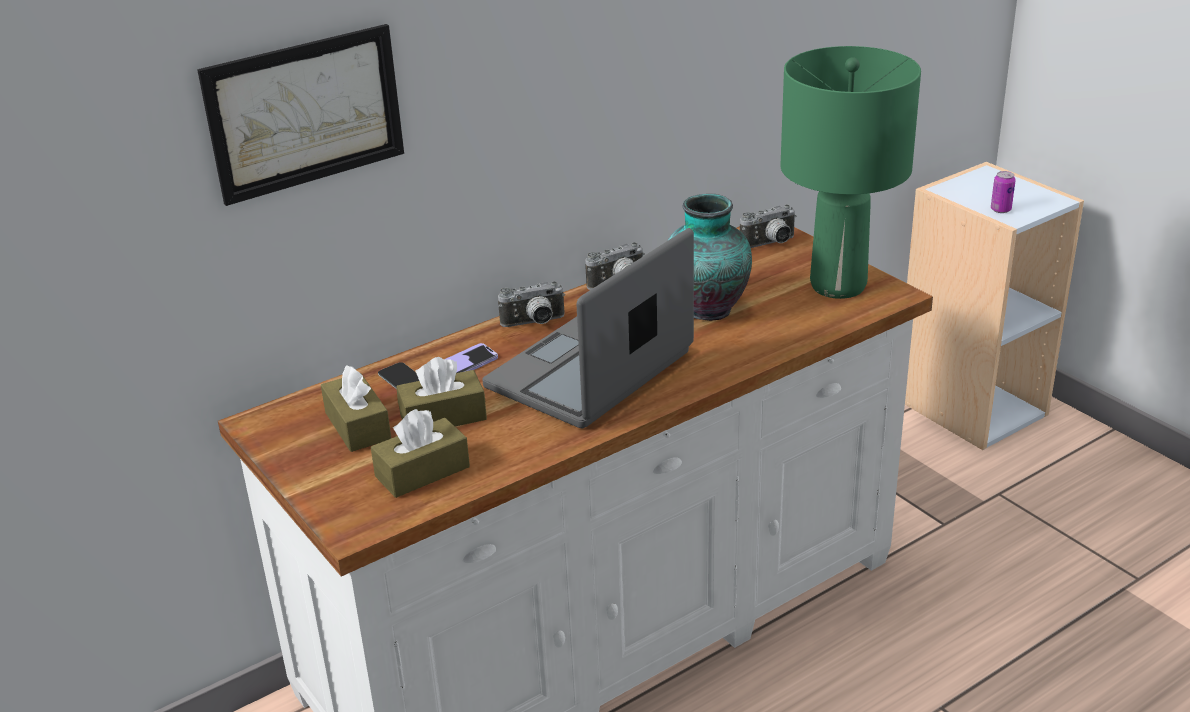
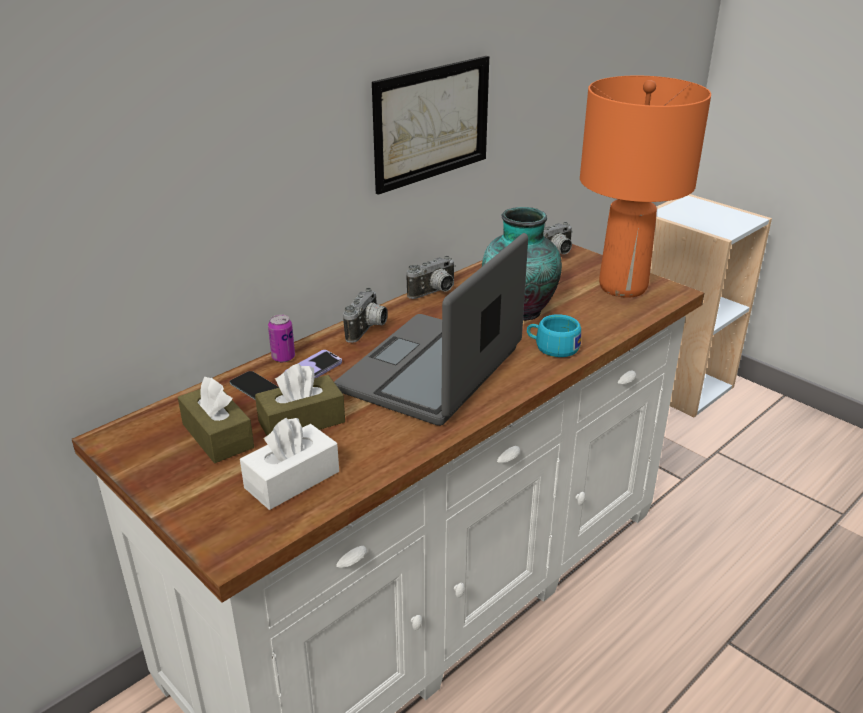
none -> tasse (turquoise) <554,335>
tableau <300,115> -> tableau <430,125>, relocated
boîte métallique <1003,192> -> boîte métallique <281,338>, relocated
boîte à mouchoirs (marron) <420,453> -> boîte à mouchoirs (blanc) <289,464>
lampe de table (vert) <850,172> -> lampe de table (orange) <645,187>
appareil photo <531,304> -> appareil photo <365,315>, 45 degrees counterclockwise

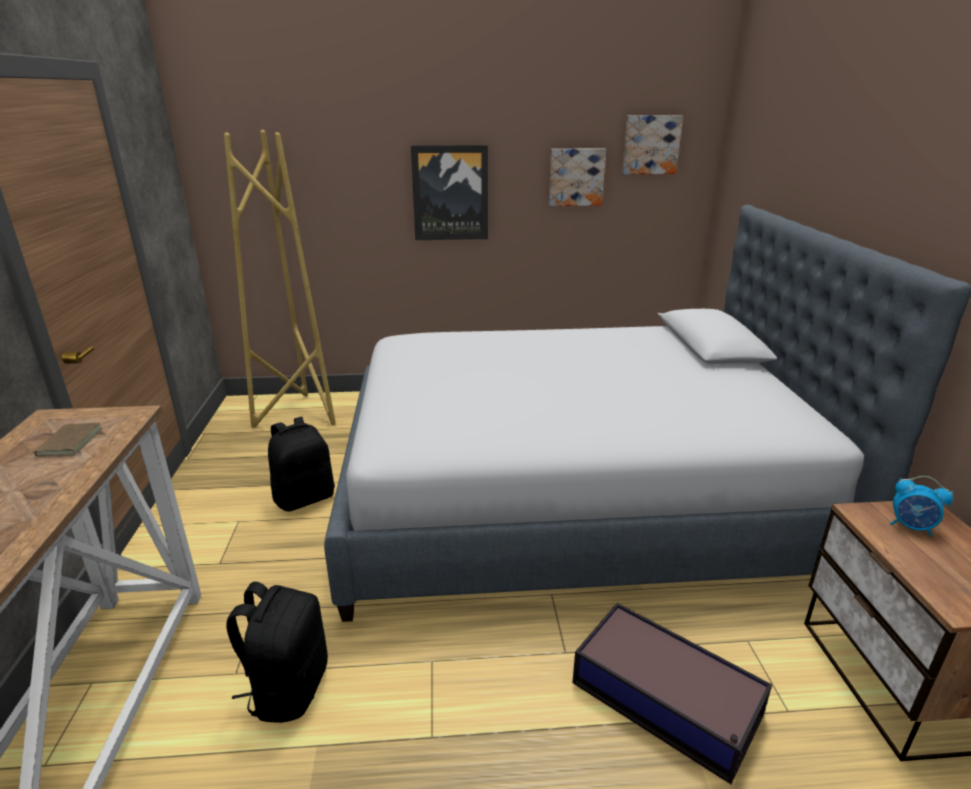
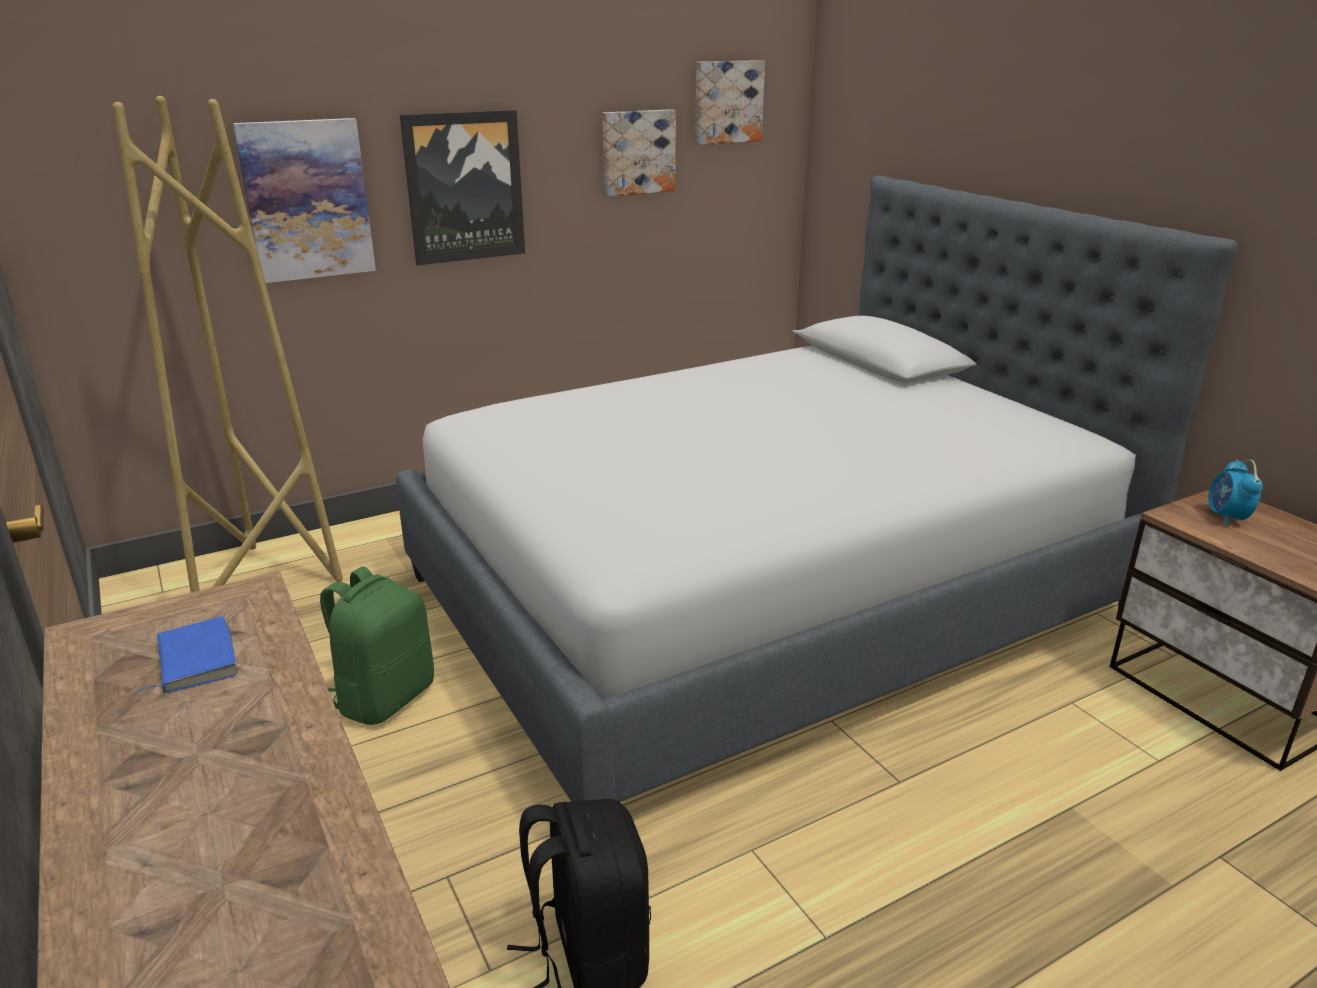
boîte de rangement <672,693> -> none
none -> tableau <304,200>
livre (marron) <62,440> -> livre (bleu) <187,655>
sac à dos (noir) <301,464> -> sac à dos (vert) <377,645>
réveil <921,506> -> réveil <1235,492>, 90 degrees clockwise

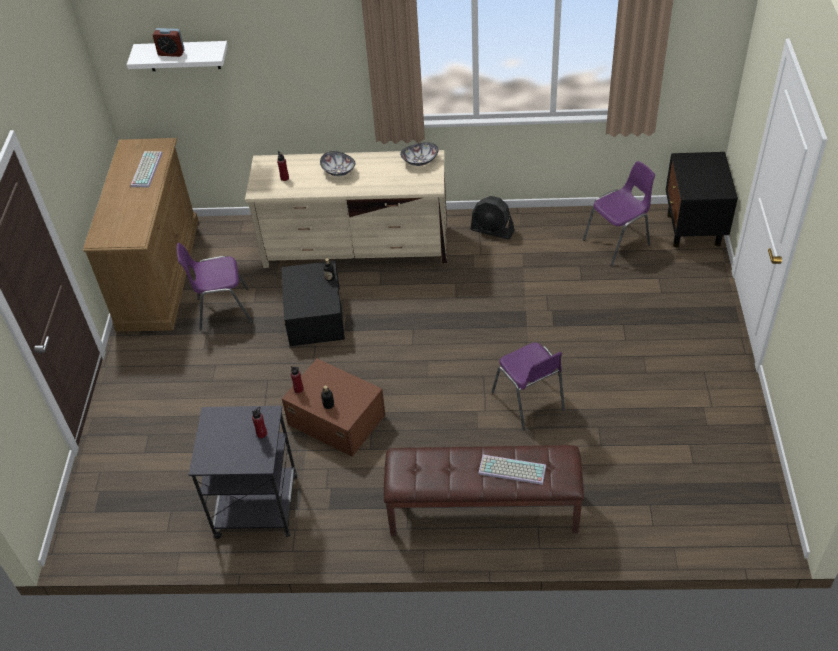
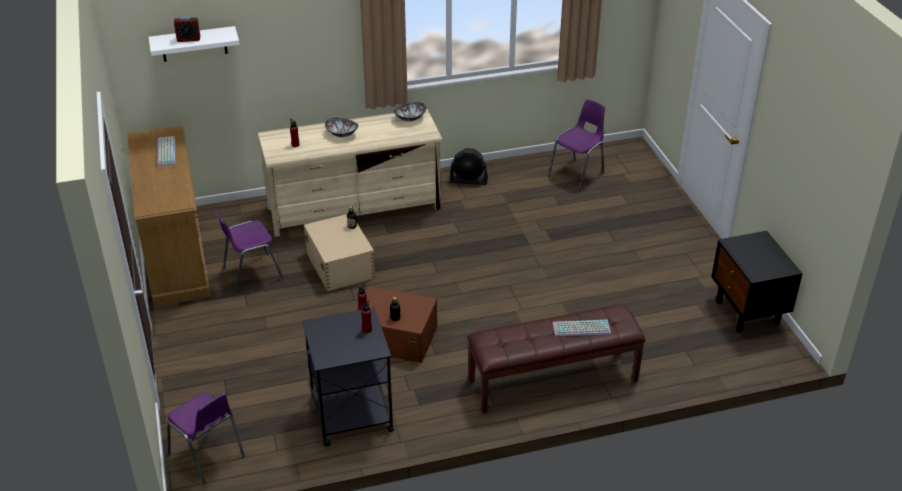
chaise (violet) <528,386> -> chaise (violet) <206,438>, relocated
table de chevet (noir) <702,199> -> table de chevet (noir) <757,282>, relocated
boîte de rangement (noir) <313,303> -> boîte de rangement (beige) <339,252>

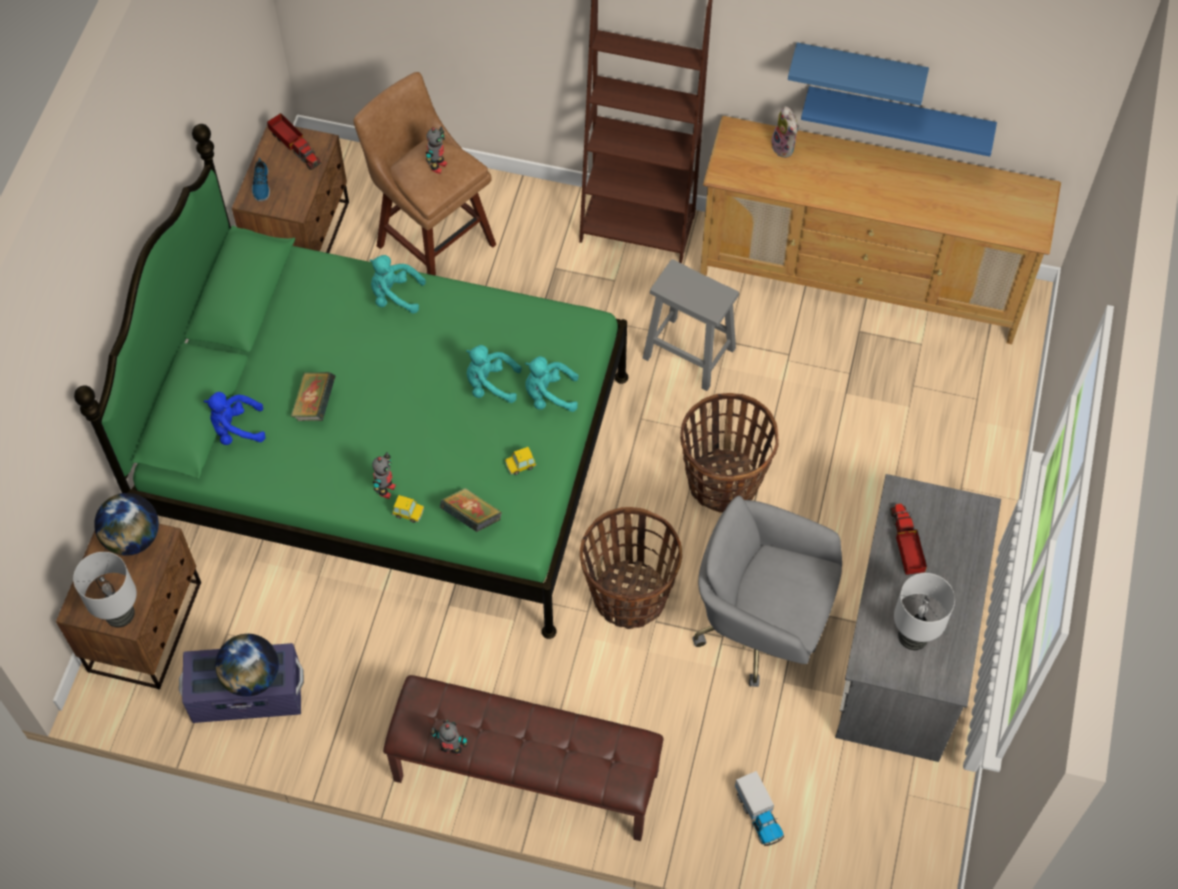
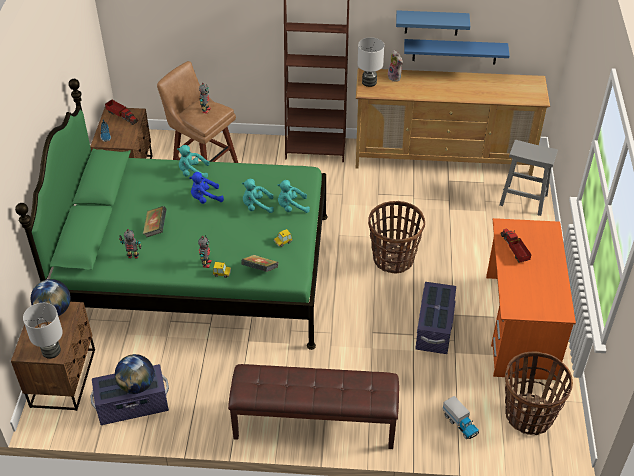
peluche (bleu) <235,418> -> peluche (bleu) <206,188>, relocated
robot jouet <449,737> -> robot jouet <130,243>, relocated
panier <631,568> -> panier <539,393>, relocated
tabouret (gris) <691,325> -> tabouret (gris) <529,178>, relocated
lampe de table (gris) <924,611> -> lampe de table (gris) <371,62>, relocated
chaise de bureau (gris) <767,591> -> boîte de rangement (violet) <435,318>
bureau (gris) <918,618> -> bureau (orange) <531,299>

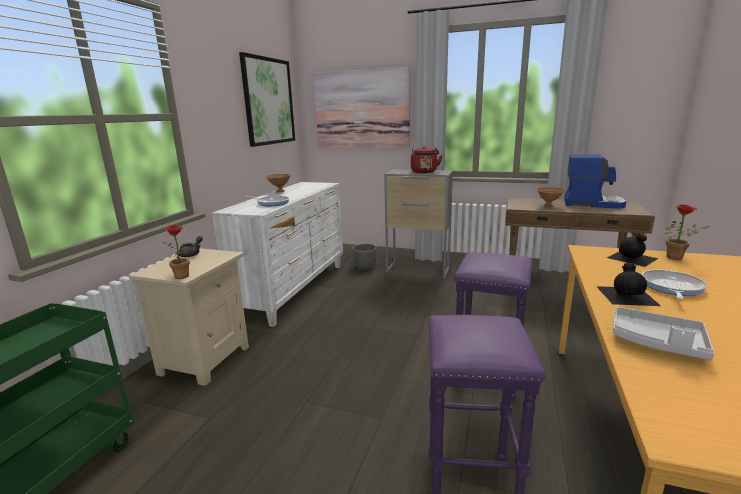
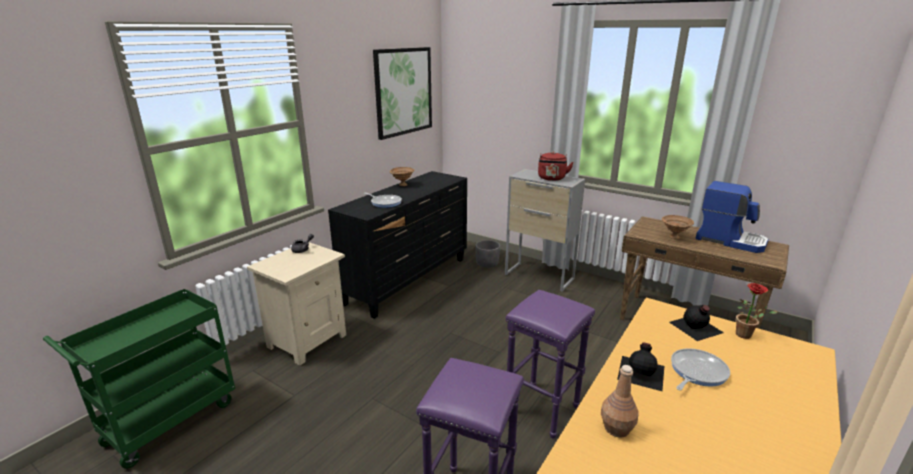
plante en pot <176,252> -> none
tableau <361,107> -> none
plateau (gris) <663,333> -> bouteille (marron) <619,401>
commode (blanc) <277,254> -> commode (noir) <397,245>

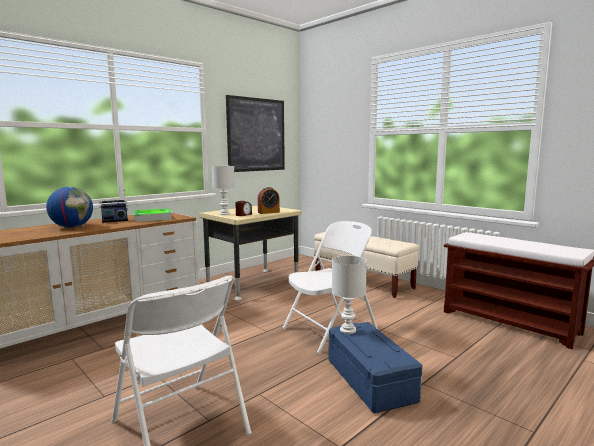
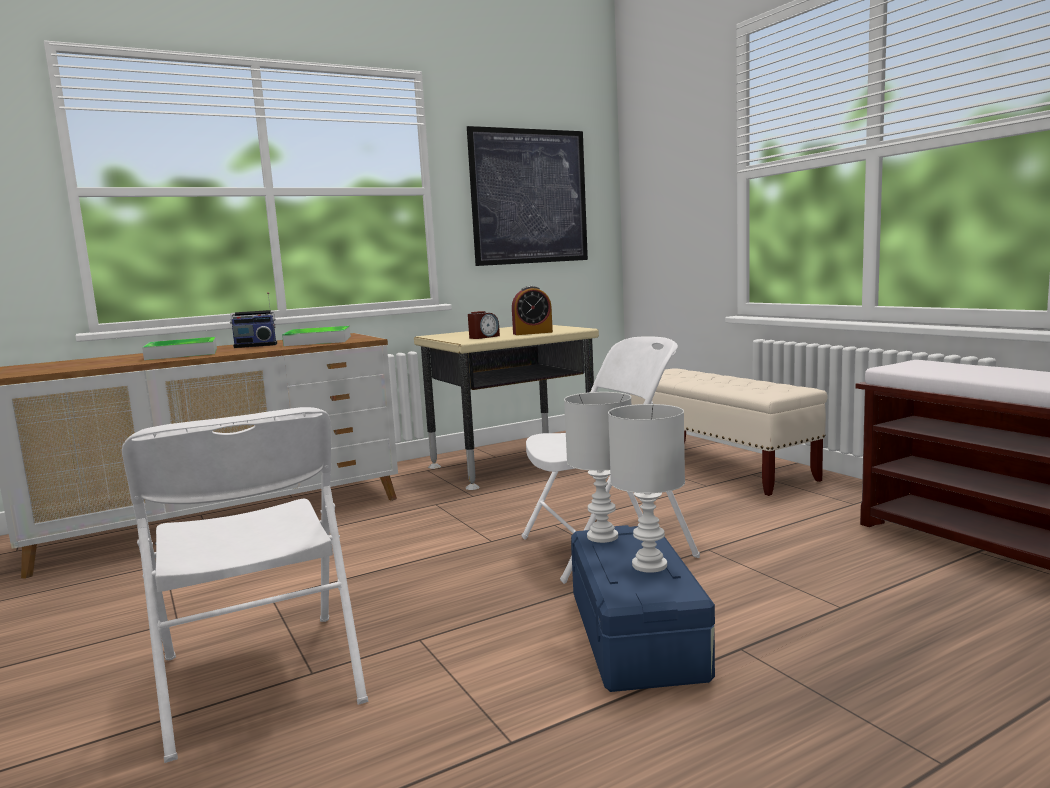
lampe de table (blanc) <223,190> -> lampe de table (blanc) <646,488>, relocated
globe <69,207> -> plateau <179,348>

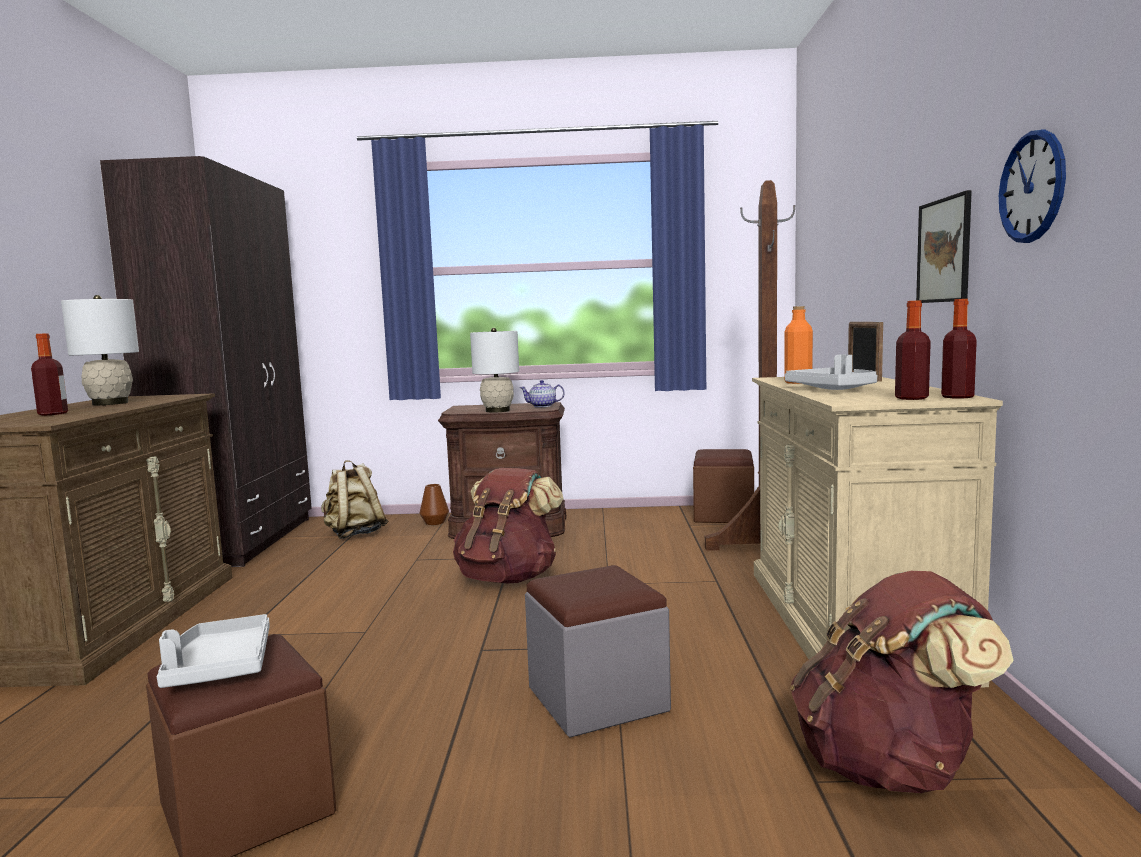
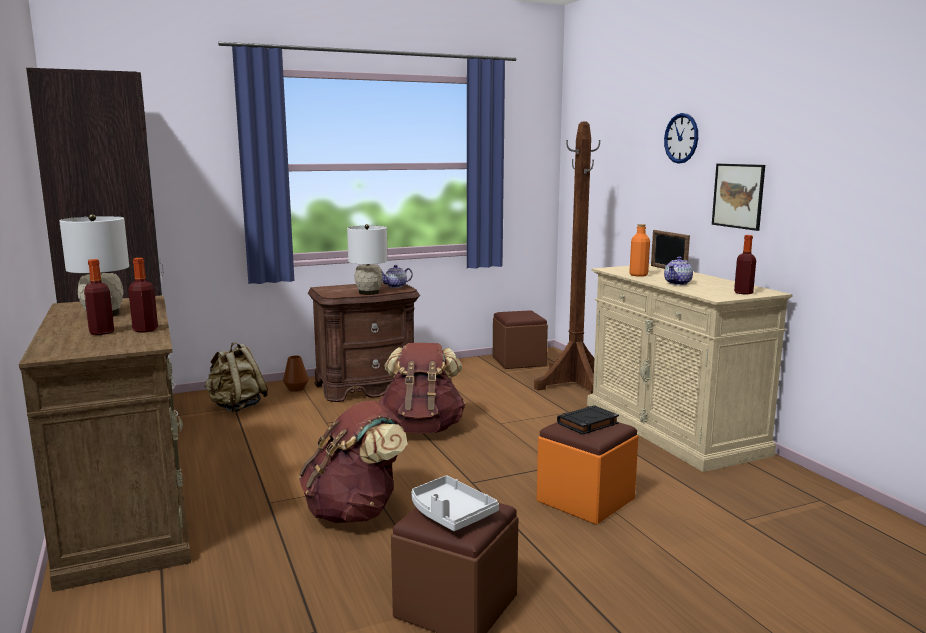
none -> livre (noir) <588,420>
sac à dos (marron) <902,682> -> sac à dos (marron) <353,462>, relocated
bouteille <959,348> -> bouteille <143,295>, relocated
horloge murale <1032,186> -> horloge murale <681,138>, relocated
plateau (gris) <831,372> -> théière <678,271>
pouf (gris) <598,651> -> pouf (orange) <587,473>

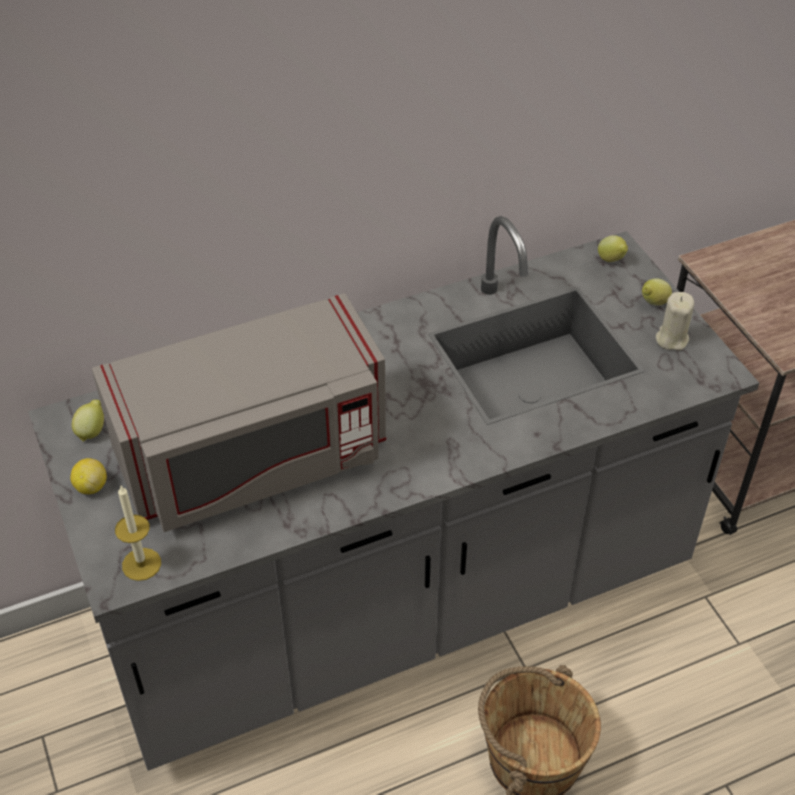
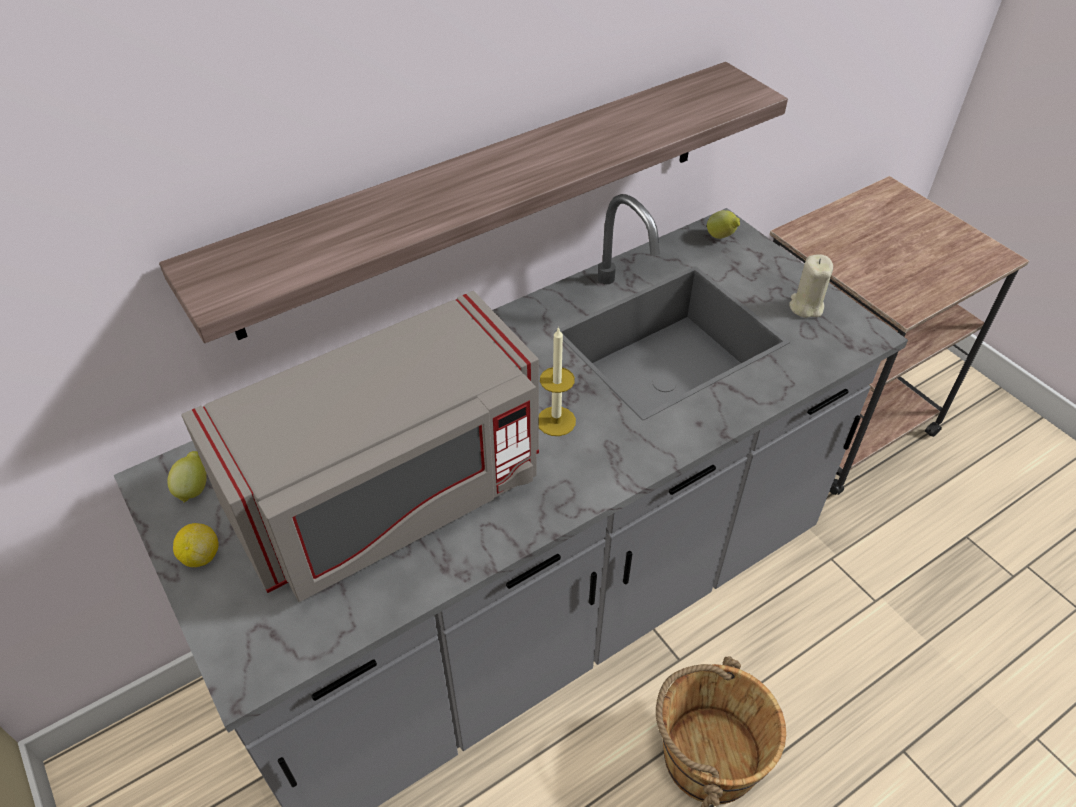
citron <657,292> -> none
none -> étagère <473,202>
bougie <138,533> -> bougie <557,381>, relocated

